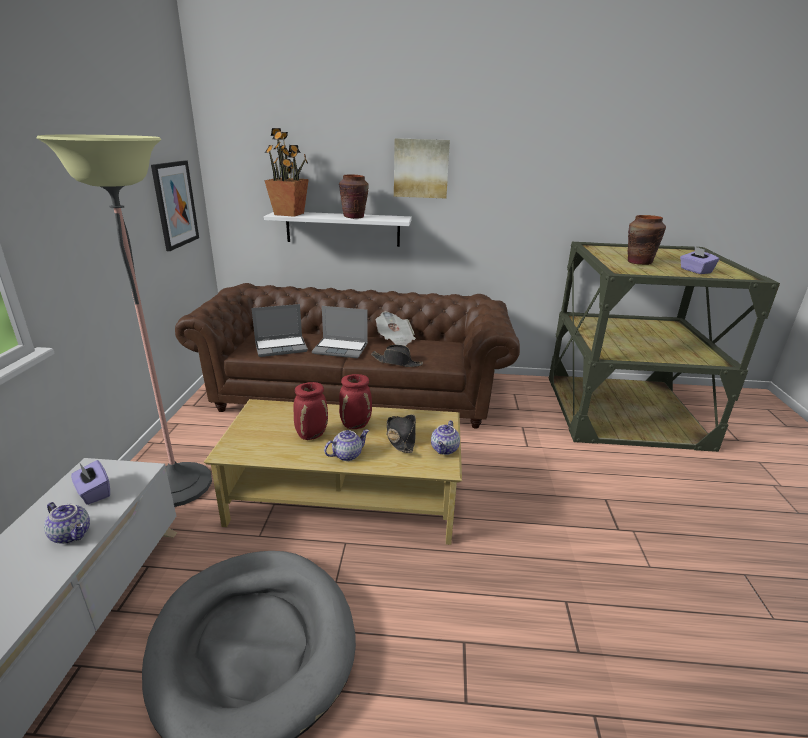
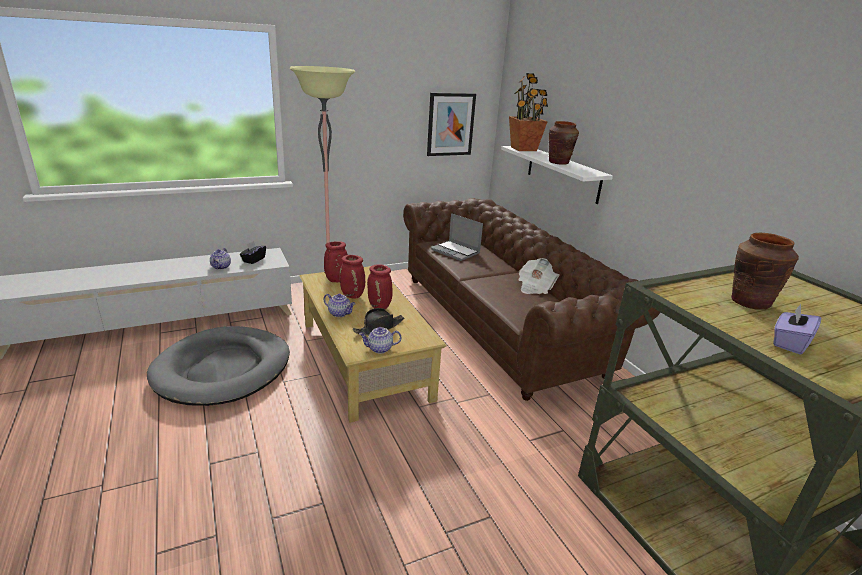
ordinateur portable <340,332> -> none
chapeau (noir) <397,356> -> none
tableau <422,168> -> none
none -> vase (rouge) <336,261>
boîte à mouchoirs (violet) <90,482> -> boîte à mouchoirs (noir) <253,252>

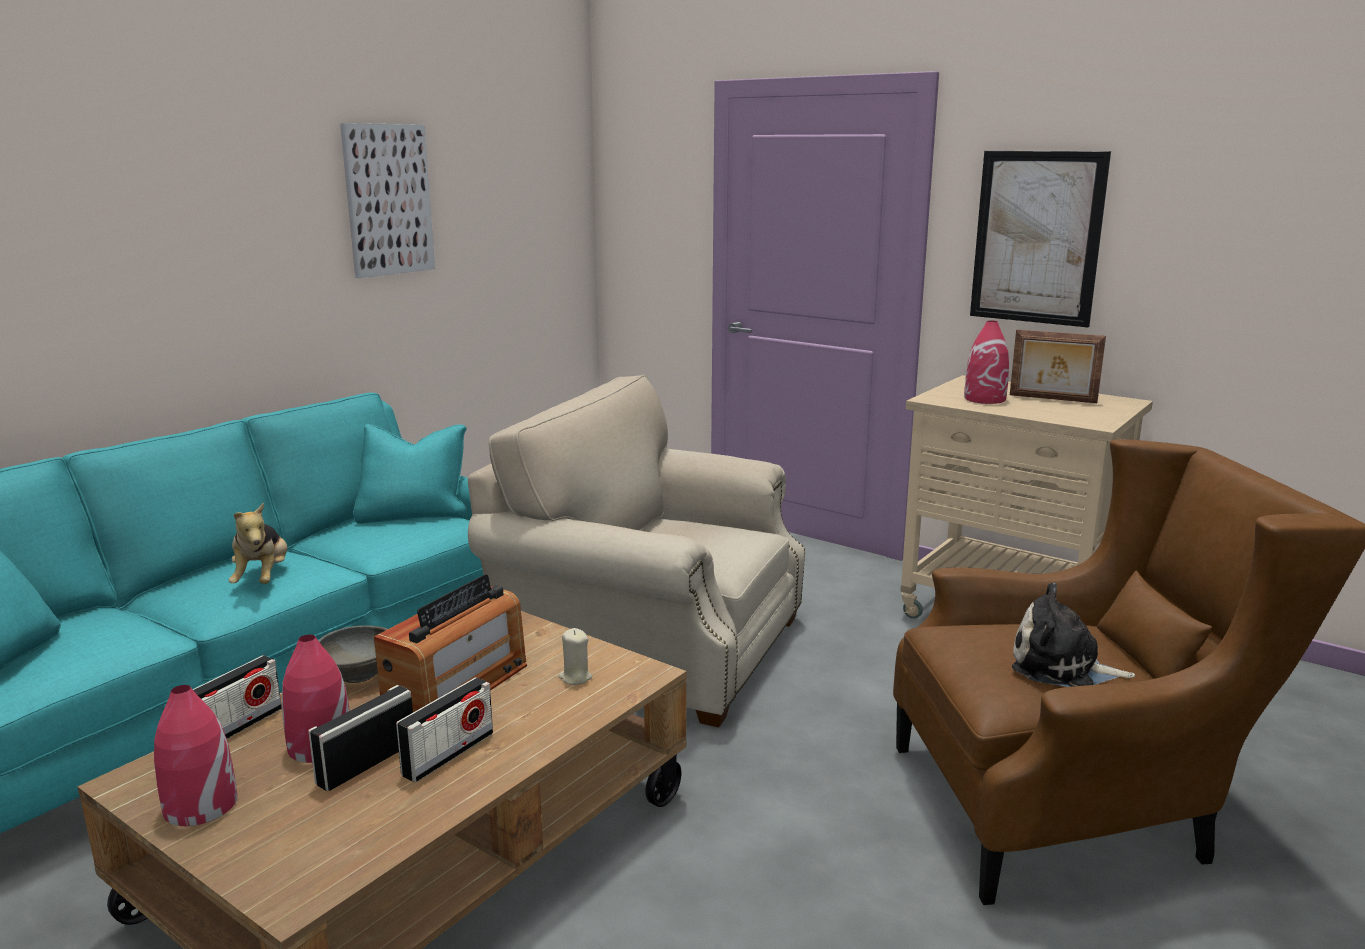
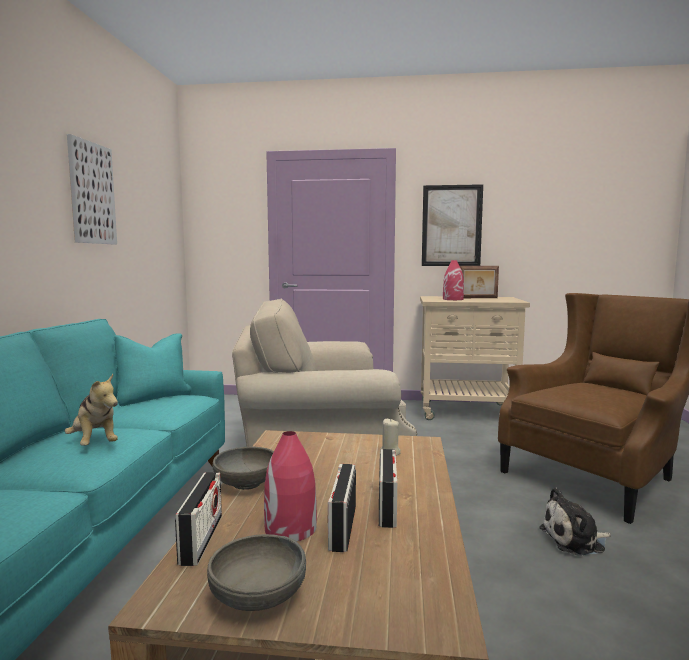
radio <450,643> -> none
peluche <1073,635> -> peluche <575,522>, relocated
vase (rouge) <195,755> -> bol (gris) <256,572>

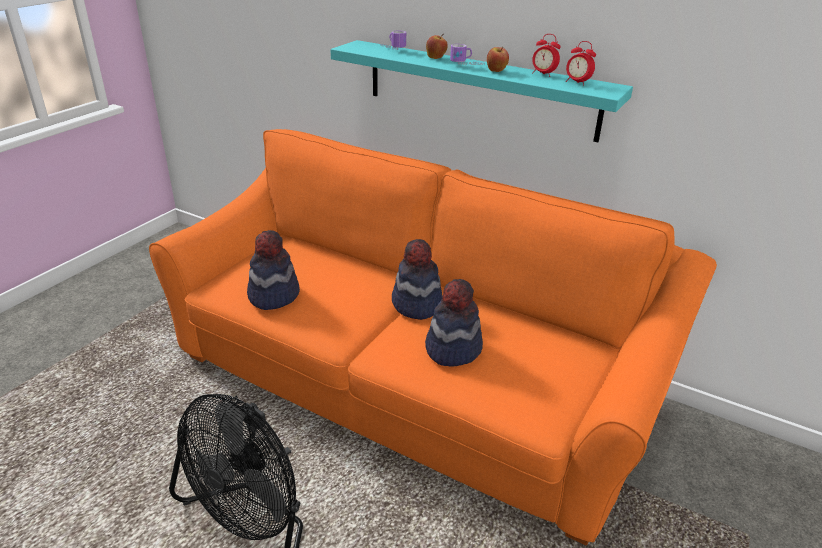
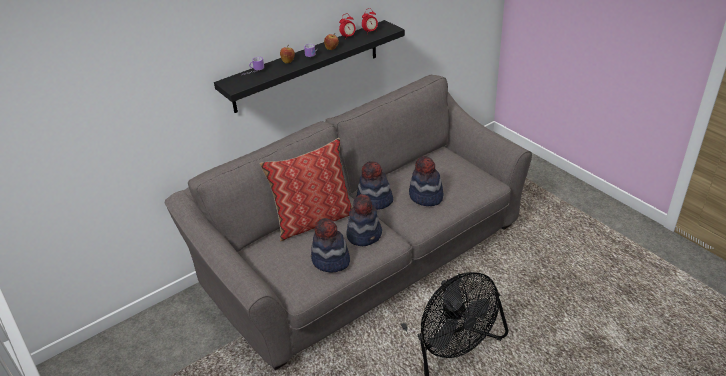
none -> coussin <306,189>
none -> chapeau <364,220>
canapé (orange) <433,337> -> canapé (gris) <348,222>
étagère (turquoise) <481,91> -> étagère (noir) <309,66>

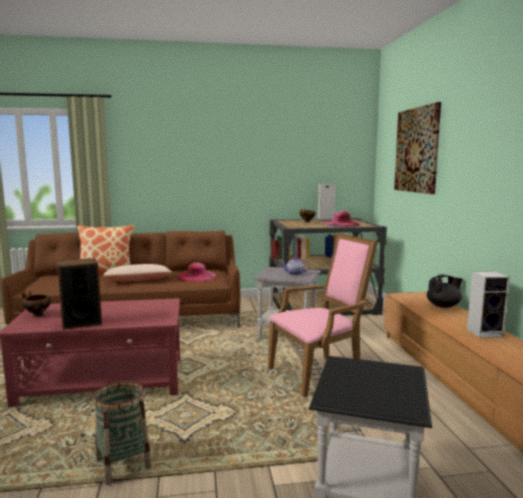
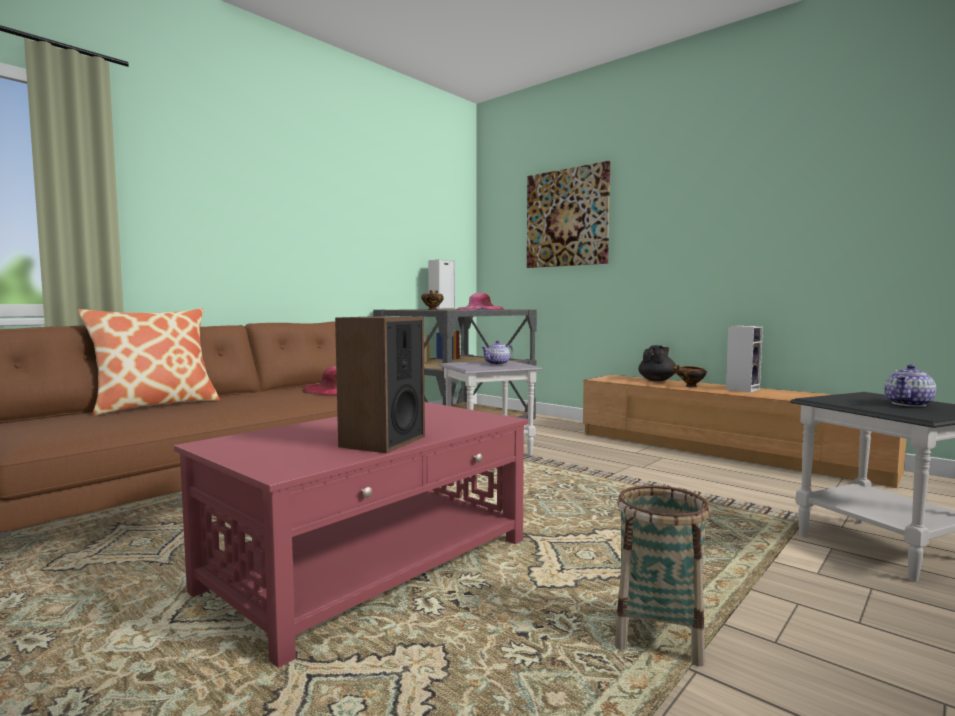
coussin (beige) <137,272> -> none
fauteuil (rose) <323,315> -> none
none -> théière <910,385>
bol <36,304> -> bol <689,375>, relocated

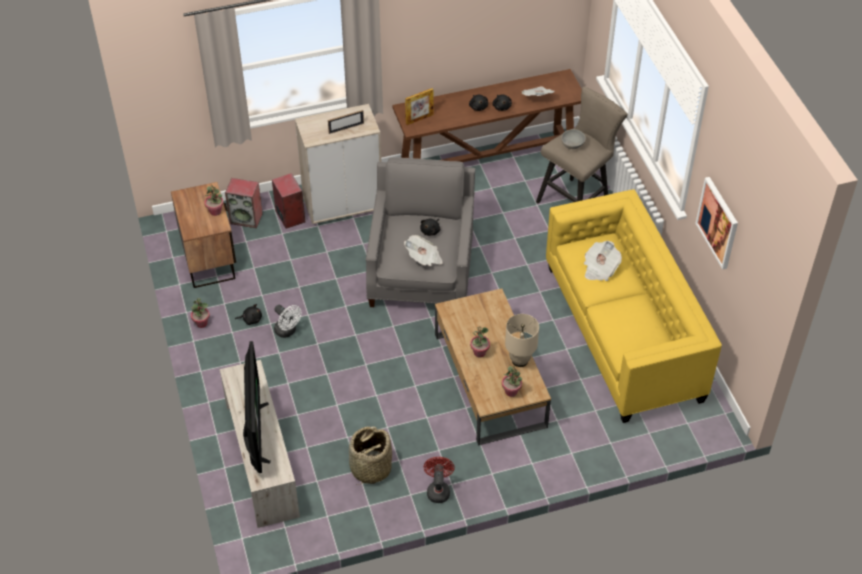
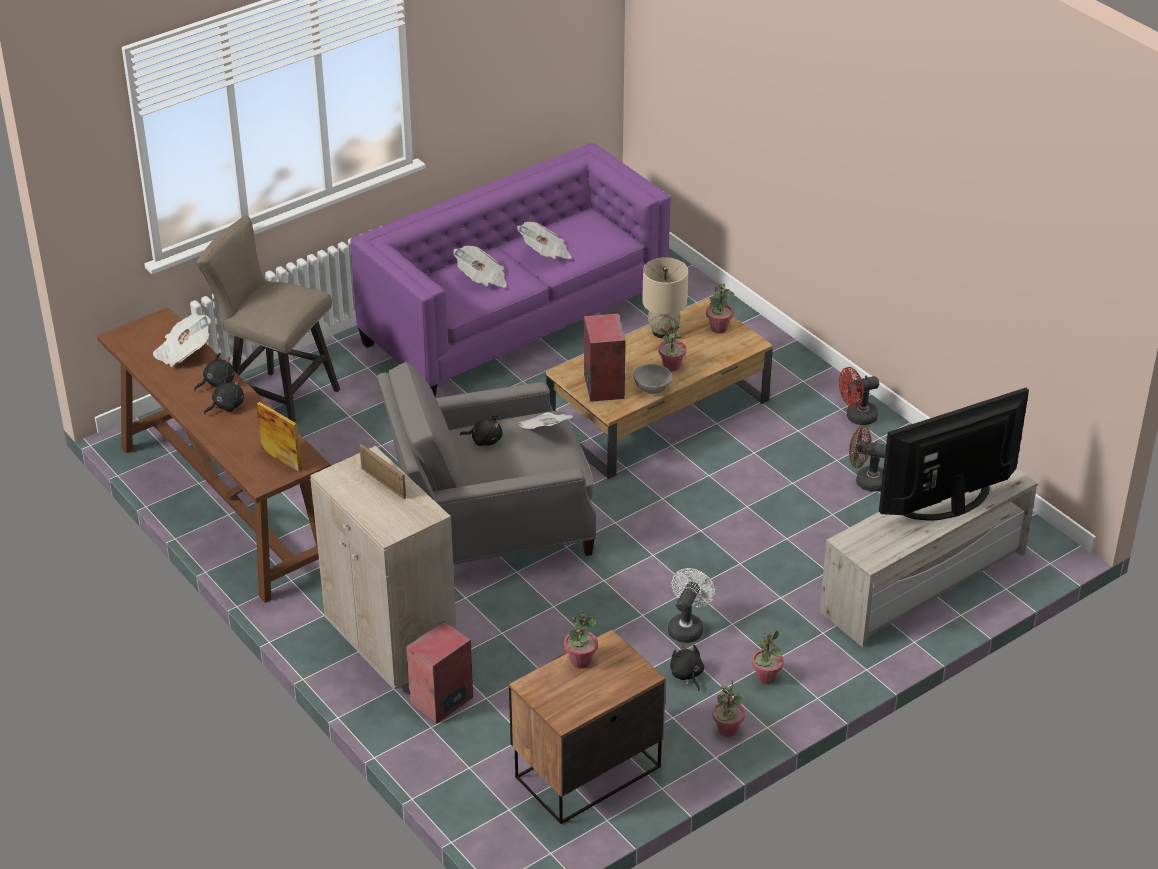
tableau <716,223> -> none
none -> journal <544,240>
none -> plante en pot <767,657>
enceinte <244,203> -> enceinte <605,357>, relocated
bol (gris) <573,139> -> bol (gris) <653,379>, relocated
panier <370,455> -> ventilateur (marron) <867,459>
canapé (jaune) <634,306> -> canapé (violet) <510,270>

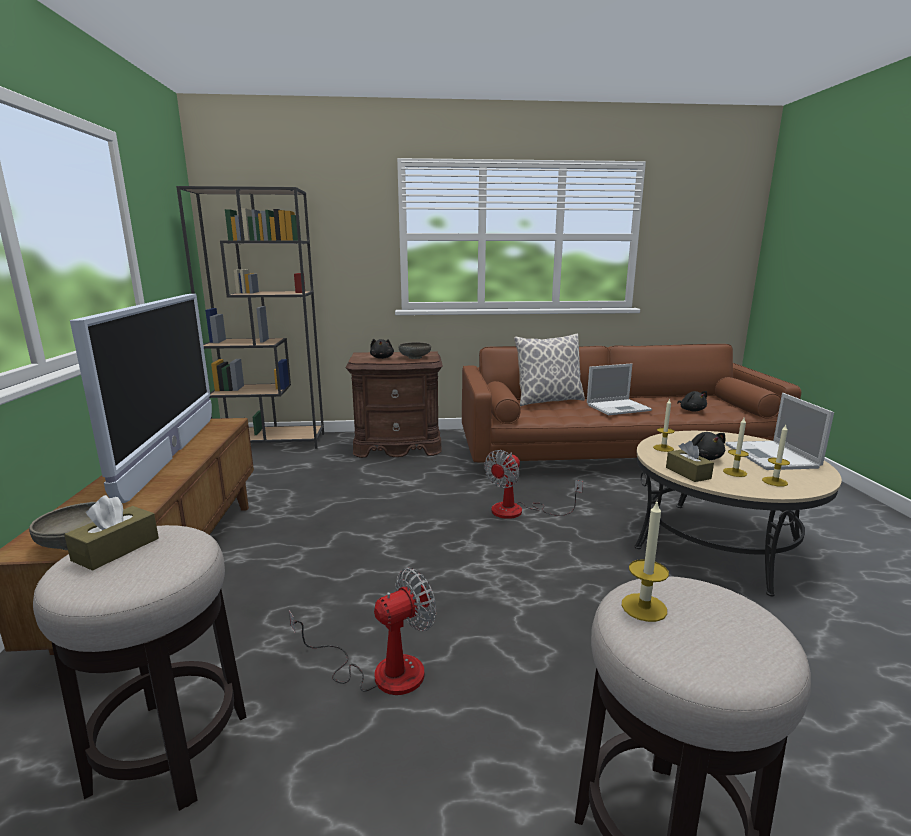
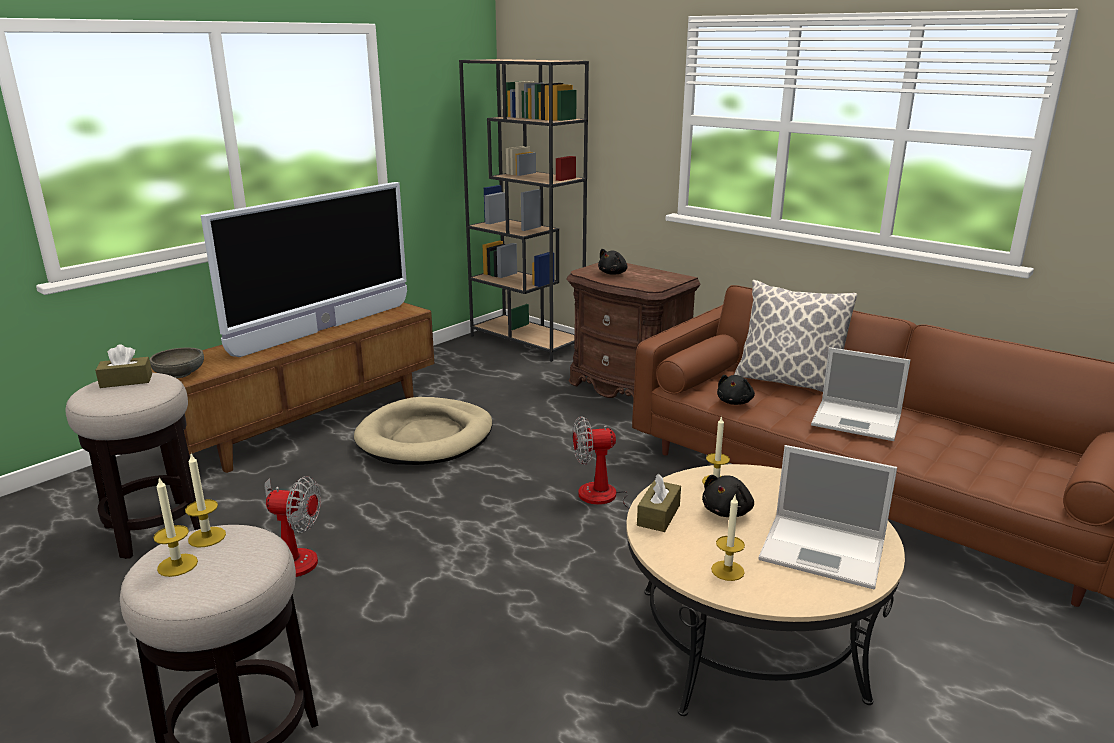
bol (gris) <414,350> -> none
none -> panier pour chien (beige) <423,431>
peluche (noir) <692,401> -> peluche (noir) <736,390>, relocated
bougie <736,447> -> bougie <175,527>, relocated
ordinateur portable <779,431> -> ordinateur portable <828,517>, 105 degrees counterclockwise

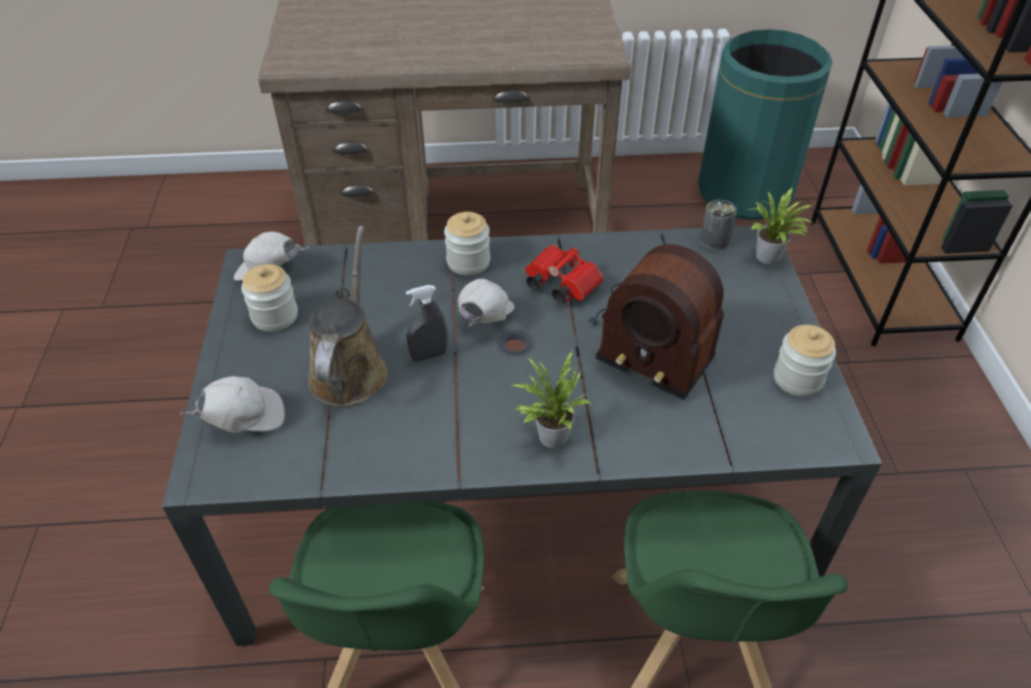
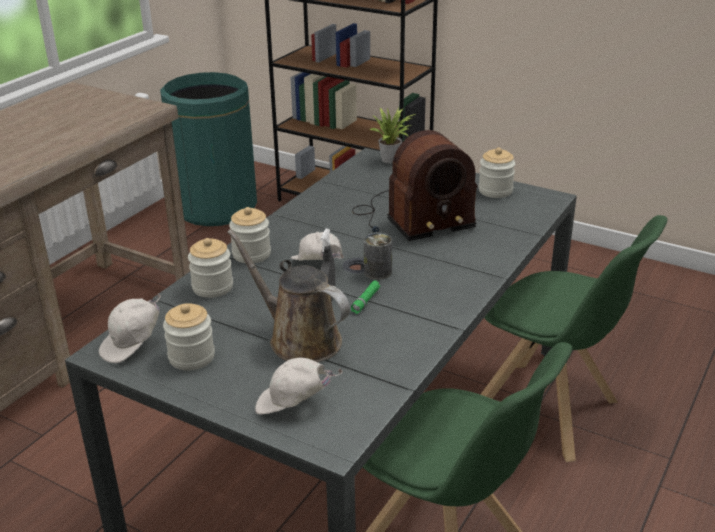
plante en pot <550,399> -> none
jumelles (rouge) <564,274> -> none
none -> bocal <210,268>
none -> lampe de poche (vert) <365,297>
boîte métallique <718,225> -> boîte métallique <378,256>, relocated
casquette (blanc) <232,404> -> casquette (blanc) <299,386>, 105 degrees counterclockwise

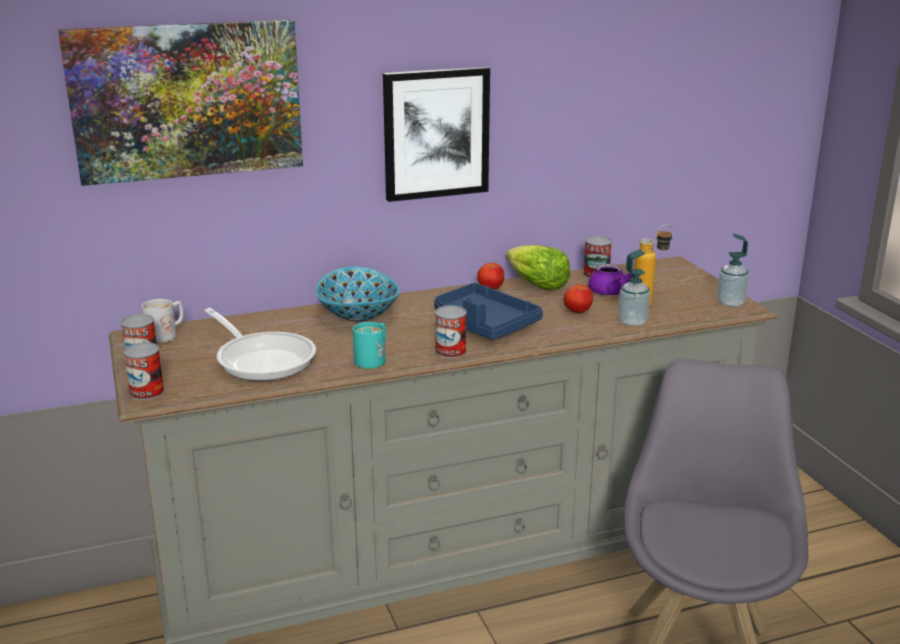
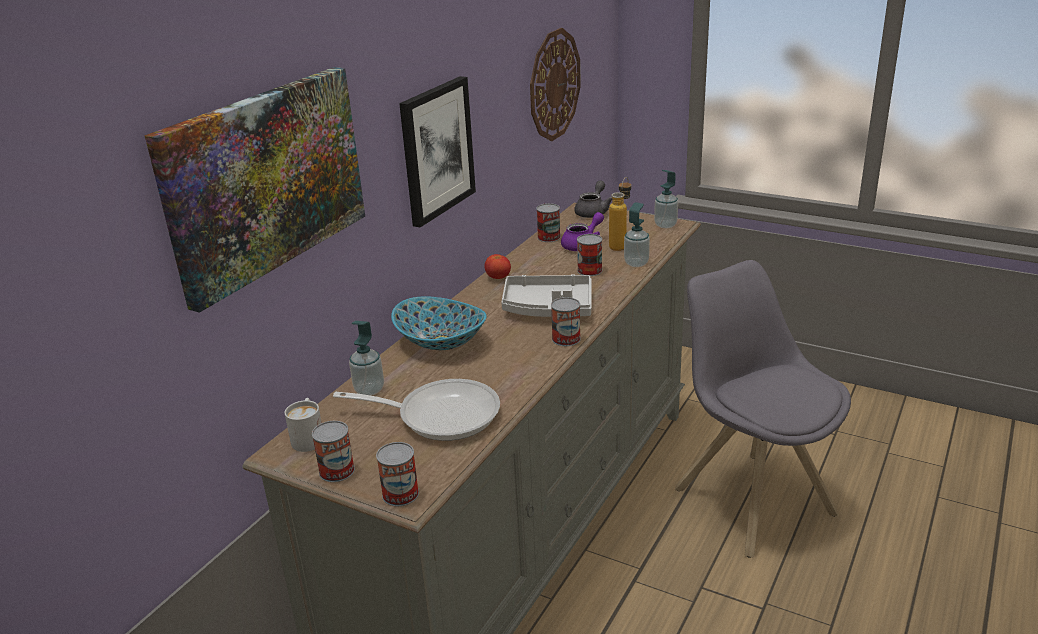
mug (turquoise) <369,345> -> none
laitue <538,267> -> none
none -> distributeur de savon <366,358>
none -> horloge murale <555,84>
none -> théière (gris) <593,199>
tomate <578,299> -> boîte métallique <589,255>
plateau (bleu) <488,311> -> plateau (gris) <546,296>

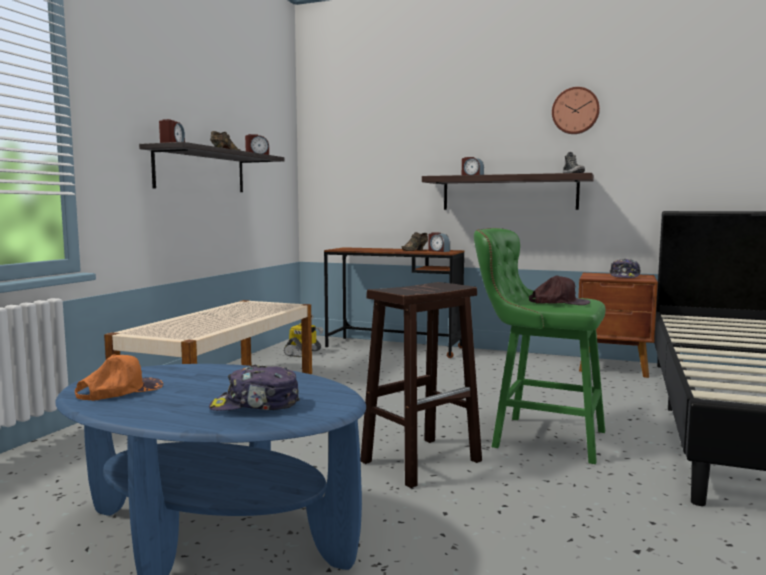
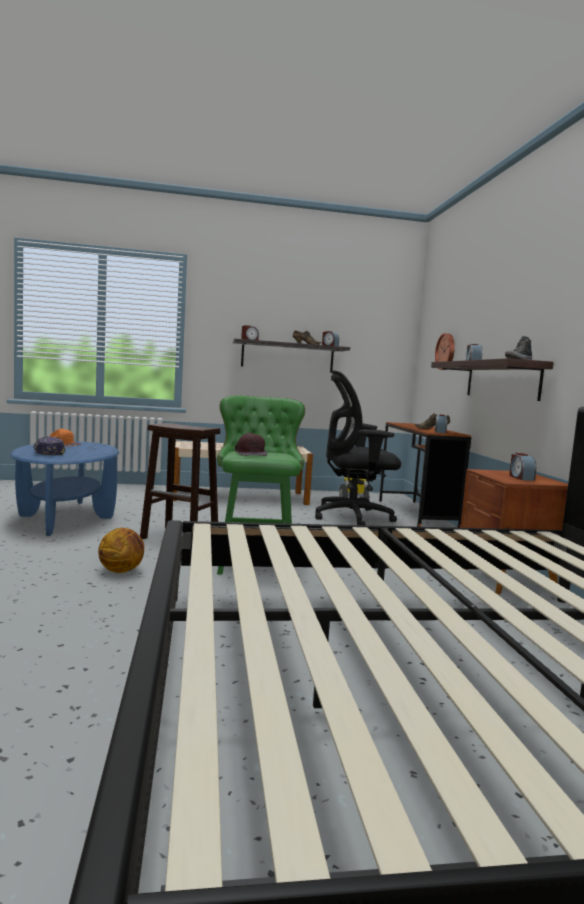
none -> ballon de basket <121,550>
none -> chaise de bureau (noir) <358,447>
horloge murale <576,110> -> horloge murale <445,351>, relocated
casquette <625,268> -> réveil <522,467>

